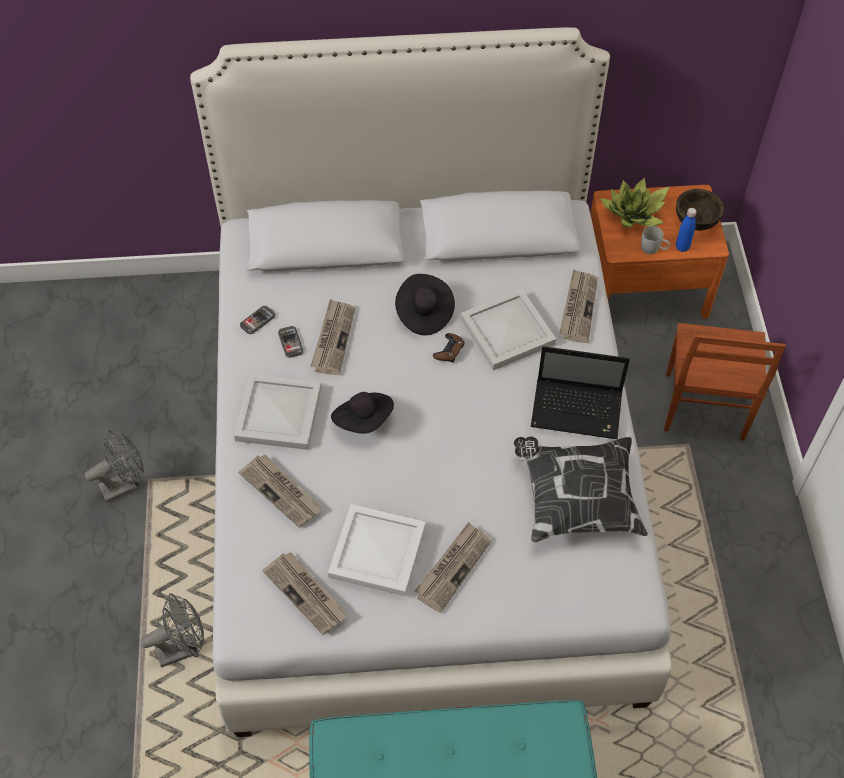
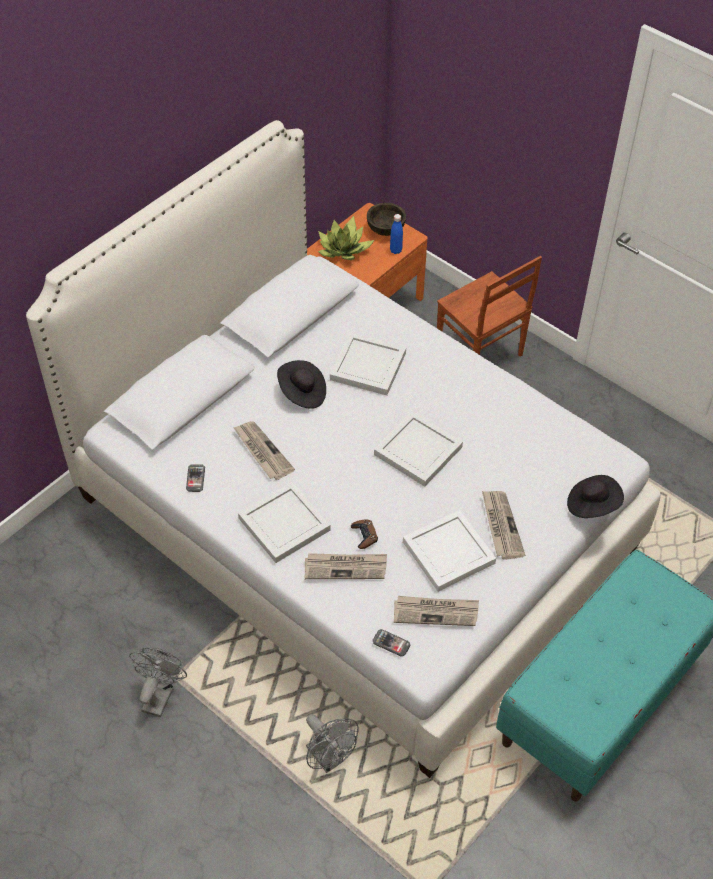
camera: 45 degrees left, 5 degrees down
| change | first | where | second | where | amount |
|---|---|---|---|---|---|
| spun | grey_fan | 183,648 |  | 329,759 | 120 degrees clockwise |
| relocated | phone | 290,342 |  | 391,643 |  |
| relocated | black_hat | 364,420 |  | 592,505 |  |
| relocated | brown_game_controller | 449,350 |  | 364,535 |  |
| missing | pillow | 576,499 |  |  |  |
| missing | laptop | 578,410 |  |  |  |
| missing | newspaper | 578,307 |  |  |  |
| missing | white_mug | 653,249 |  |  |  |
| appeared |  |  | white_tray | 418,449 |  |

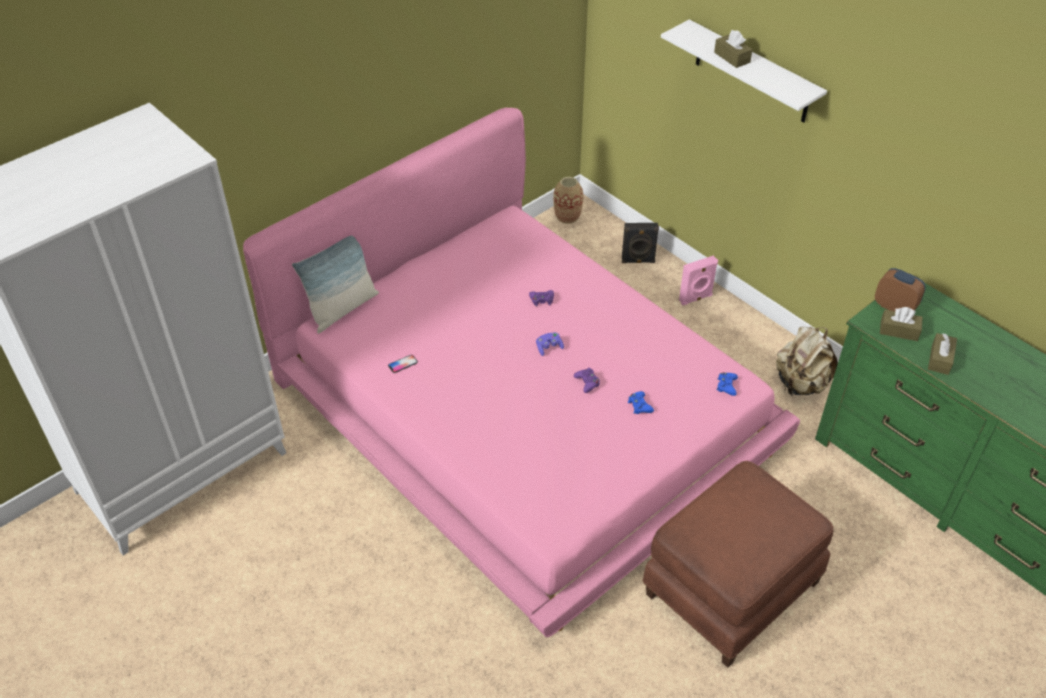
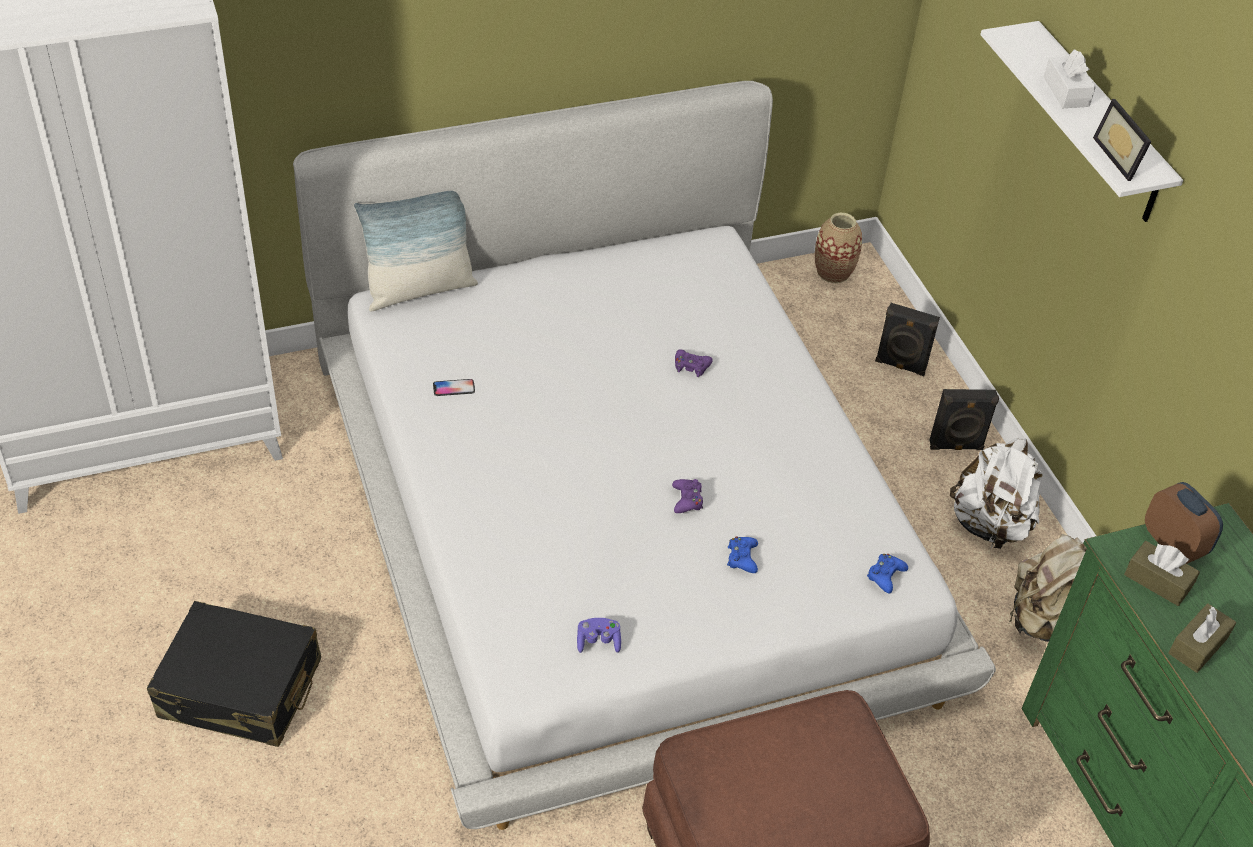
camera: 20 degrees right, 0 degrees up
| change | first | where | second | where | amount |
|---|---|---|---|---|---|
| colour | pink_bed | 523,411 | white_bed | 619,516 |  |
| relocated | purple_game_controller | 549,347 |  | 598,641 |  |
| colour | pink_speaker | 696,298 | black_speaker | 956,446 |  |
| colour | brown_tissue_box | 732,57 | white_tissue_box | 1066,92 |  |
| appeared |  |  | black_suitcase | 240,689 |  |
| appeared |  |  | white_backpack | 989,525 |  |
| appeared |  |  | picture_frame | 1121,157 |  |

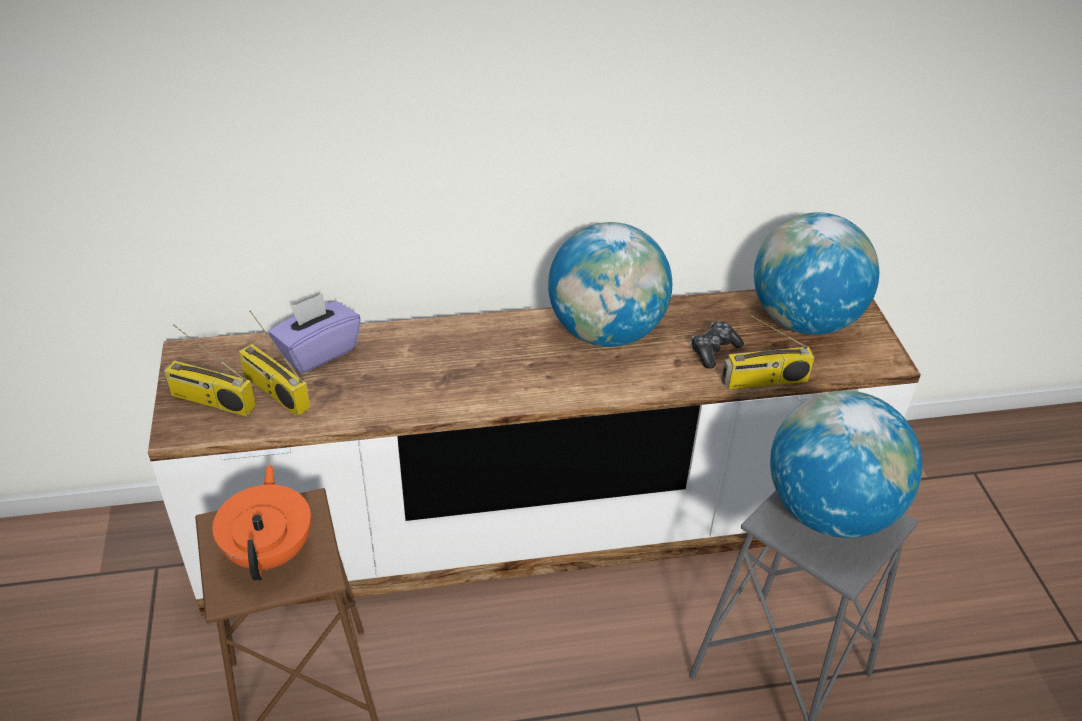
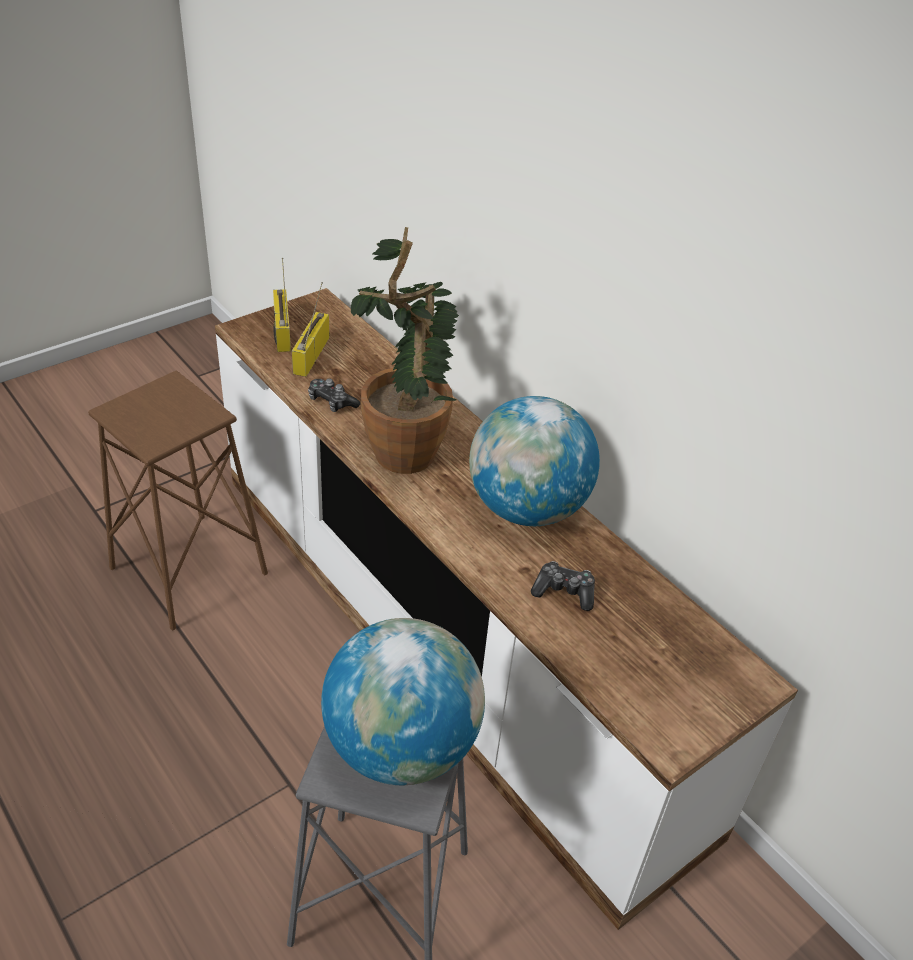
camera: 60 degrees right, 0 degrees up
| change | first | where | second | where | amount |
|---|---|---|---|---|---|
| missing | orange_teapot | 270,550 |  |  |  |
| missing | purple_tissue_box | 318,351 |  |  |  |
| missing | radio | 764,381 |  |  |  |
| missing | globe | 803,320 |  |  |  |
| appeared |  |  | game_controller | 331,402 |  |
| appeared |  |  | potted_plant | 412,444 |  |

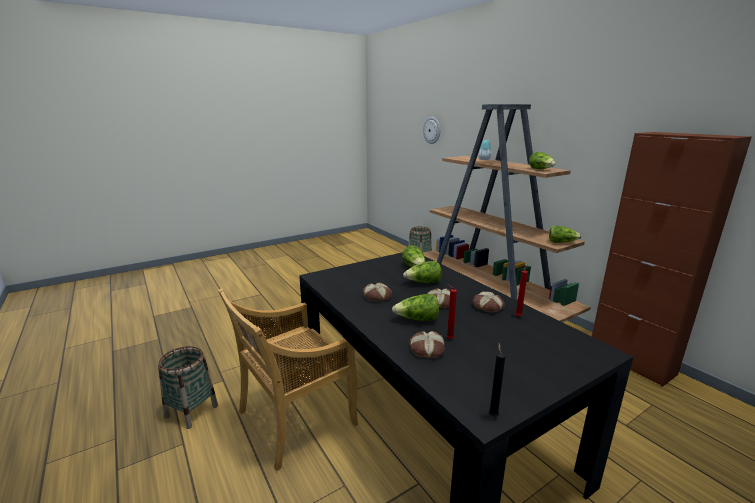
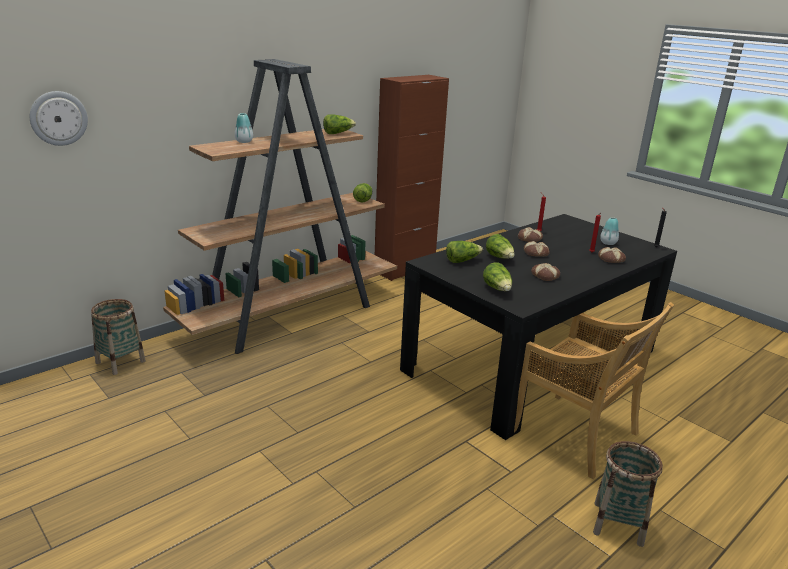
camera: 100 degrees left, 5 degrees up
| change | first | where | second | where | amount |
|---|---|---|---|---|---|
| relocated | lettuce | 417,319 |  | 498,289 |  |
| appeared |  |  | vase | 608,243 |  |

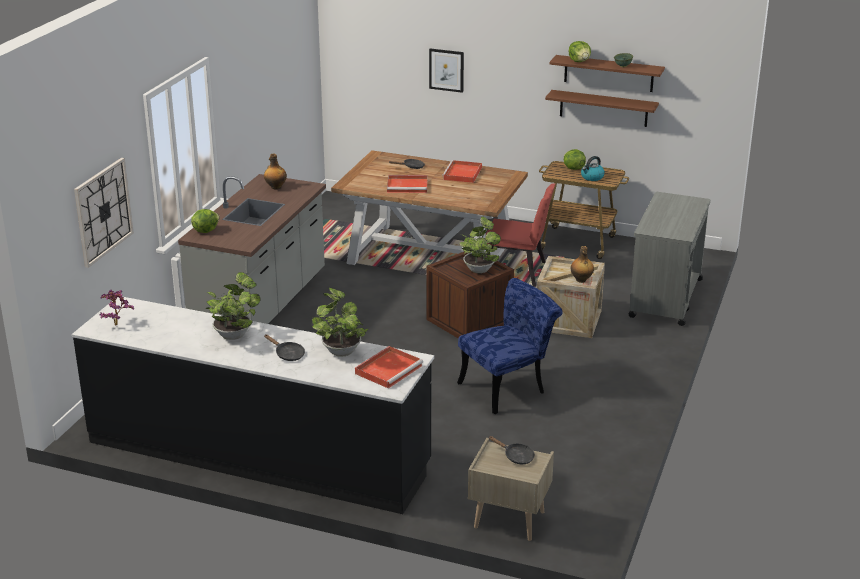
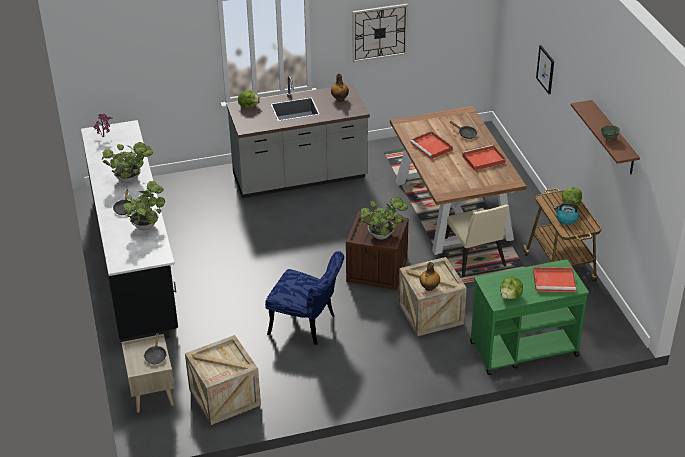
camera: 55 degrees right, 10 degrees up
| change | first | where | second | where | amount |
|---|---|---|---|---|---|
| relocated | wall_clock | 103,211 |  | 379,32 |  |
| relocated | red_tray | 389,369 |  | 555,281 |  |
| colour | red_chair | 516,272 | beige_chair | 474,259 |  |
| missing | brown_shelf | 603,108 |  |  |  |
| relocated | lettuce | 579,61 |  | 510,296 |  |
| colour | grey_cart | 665,298 | green_cart | 523,349 |  |
| appeared |  |  | crate | 224,397 |  |

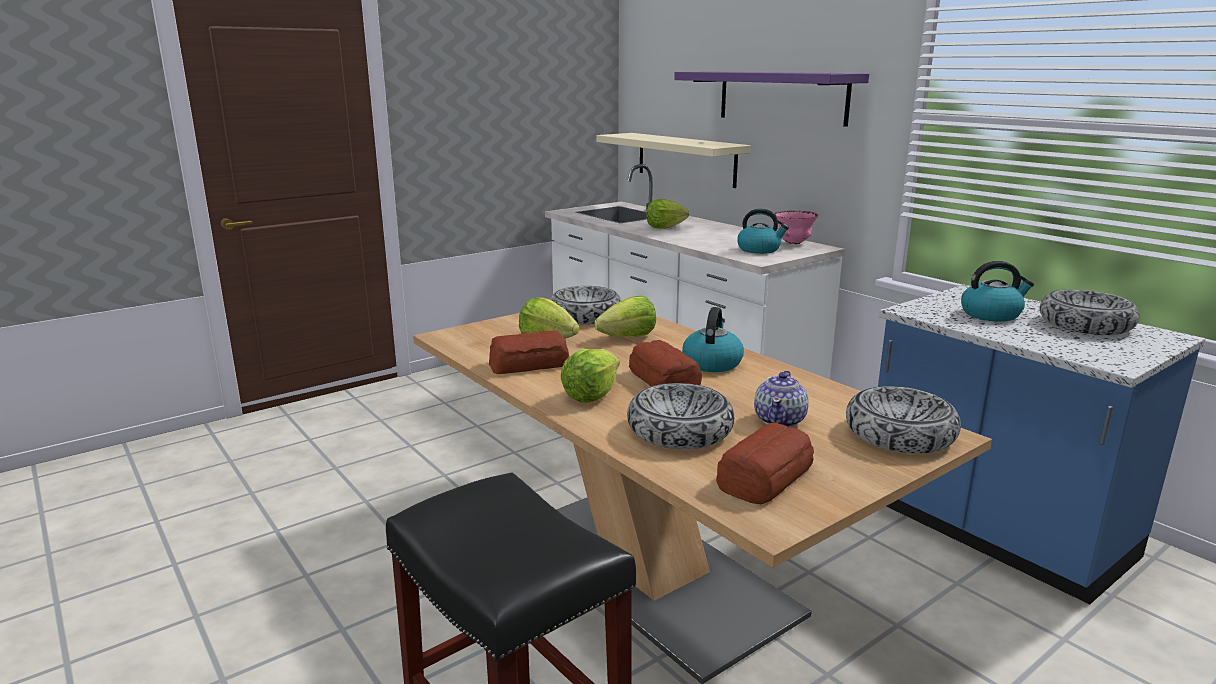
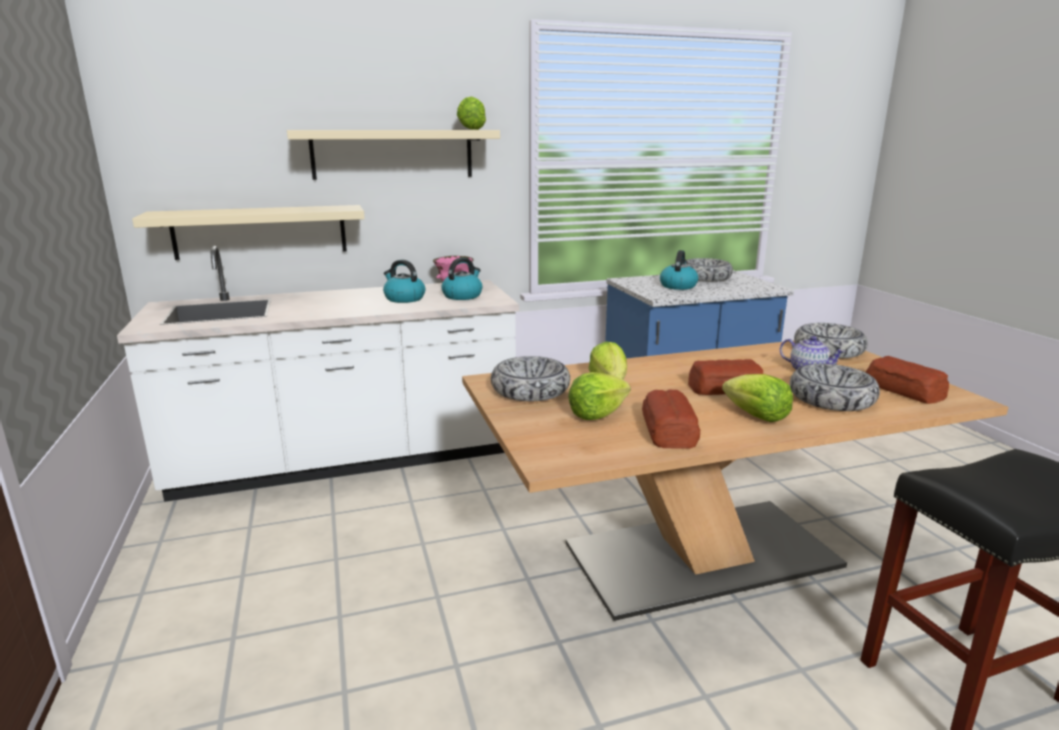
camera: 70 degrees left, 0 degrees up
| change | first | where | second | where | amount |
|---|---|---|---|---|---|
| relocated | lettuce | 665,227 |  | 472,129 |  |
| colour | purple_shelf | 781,97 | beige_shelf | 393,154 |  |
| relocated | kettle | 712,363 |  | 404,298 |  |

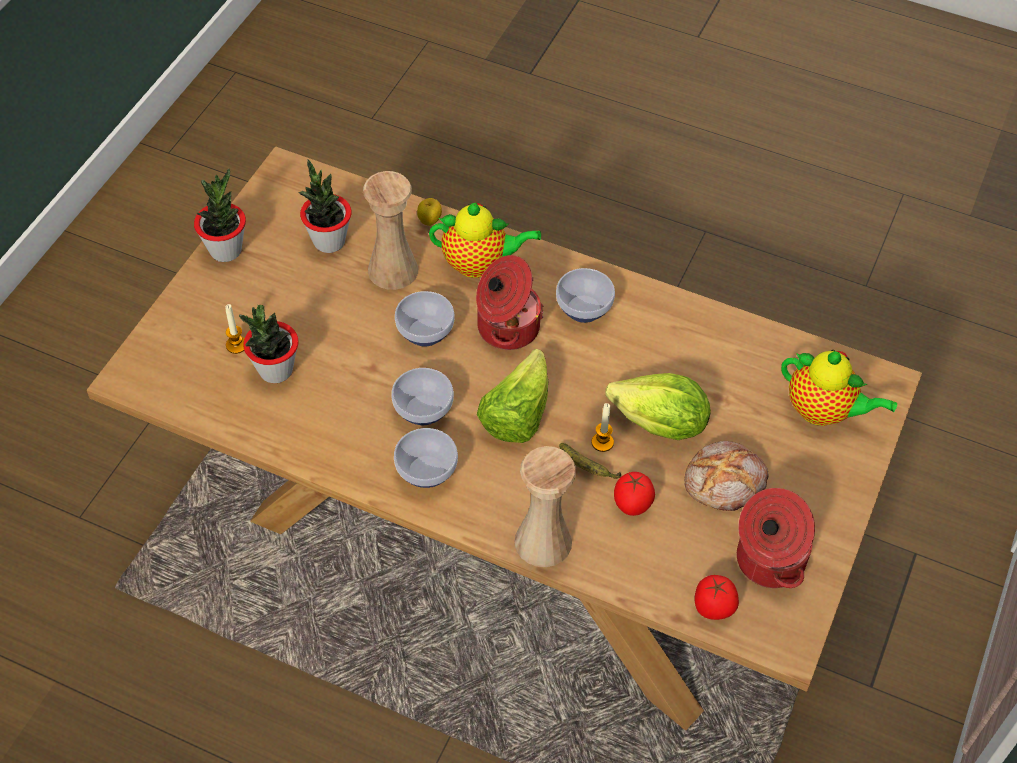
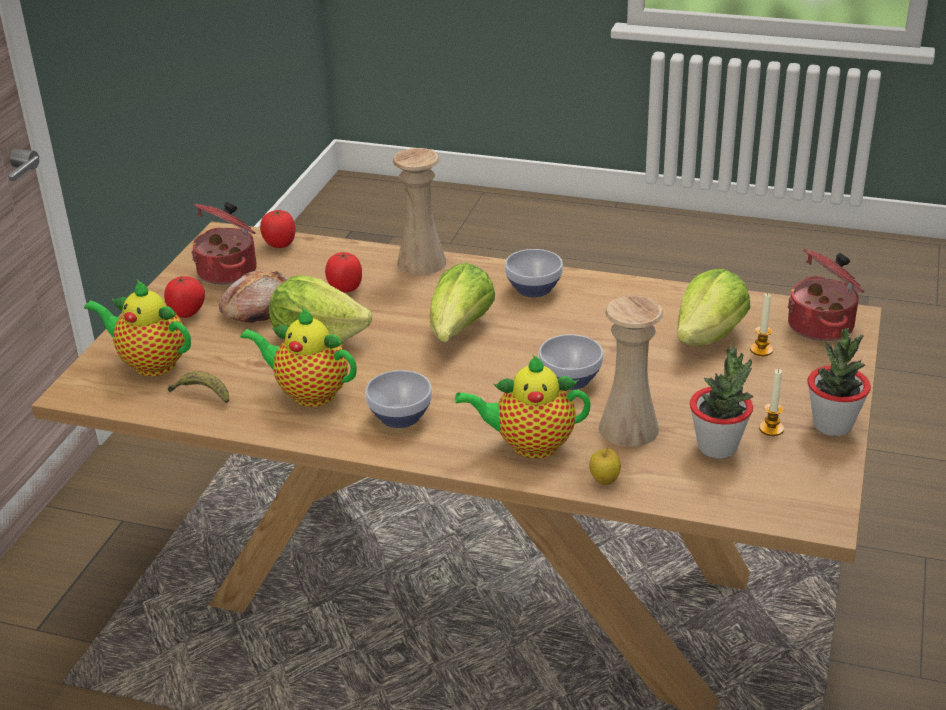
camera: 175 degrees right, 20 degrees down
| change | first | where | second | where | amount |
|---|---|---|---|---|---|
| exchanged | potted_plant | 275,370 | lettuce | 709,336 |  |
| missing | bowl | 423,412 |  |  |  |
| relocated | cooking_pot | 506,327 |  | 822,326 |  |
| relocated | banana | 586,468 |  | 202,394 |  |
| relocated | candle | 602,442 |  | 771,429 |  |
| appeared |  |  | tomato | 187,313 |  |
| appeared |  |  | teapot | 308,393 |  |

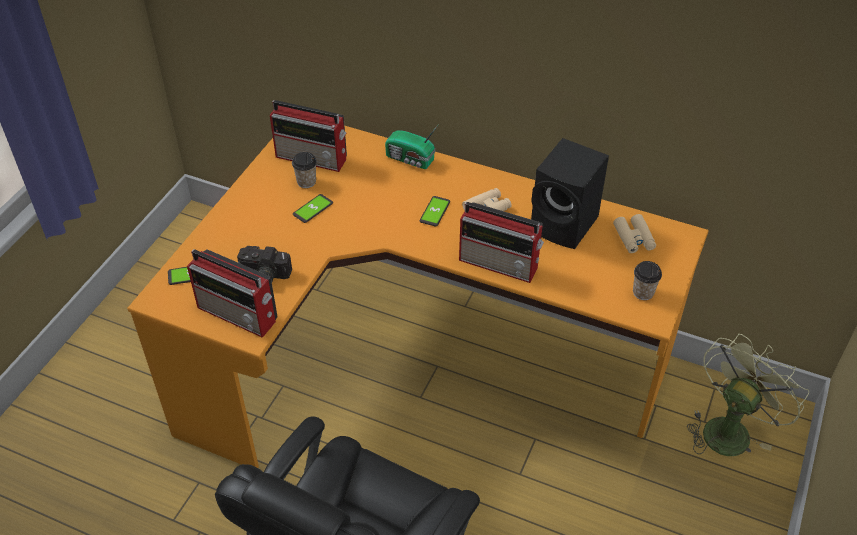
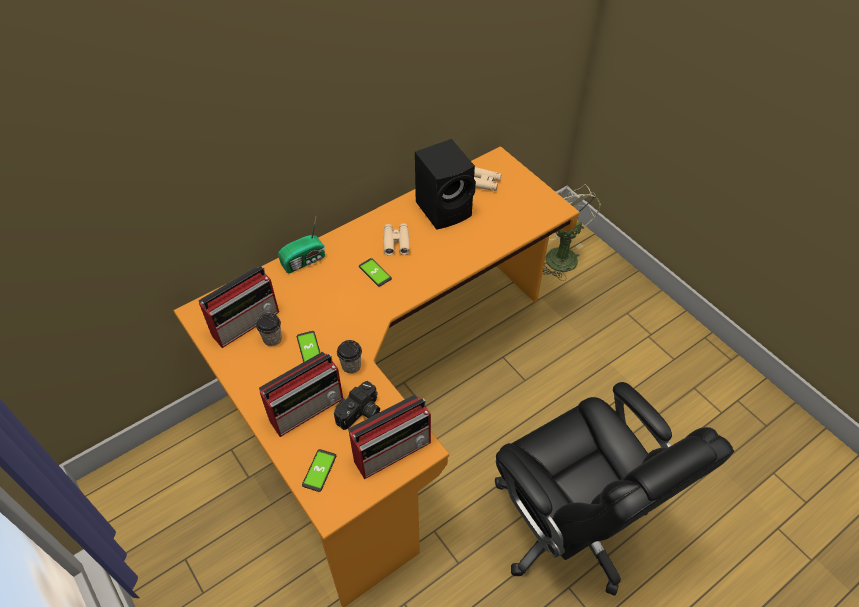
camera: 60 degrees left, 5 degrees up
| change | first | where | second | where | amount |
|---|---|---|---|---|---|
| relocated | radio | 500,264 |  | 307,408 |  |
| relocated | cup | 643,292 |  | 351,366 |  |

